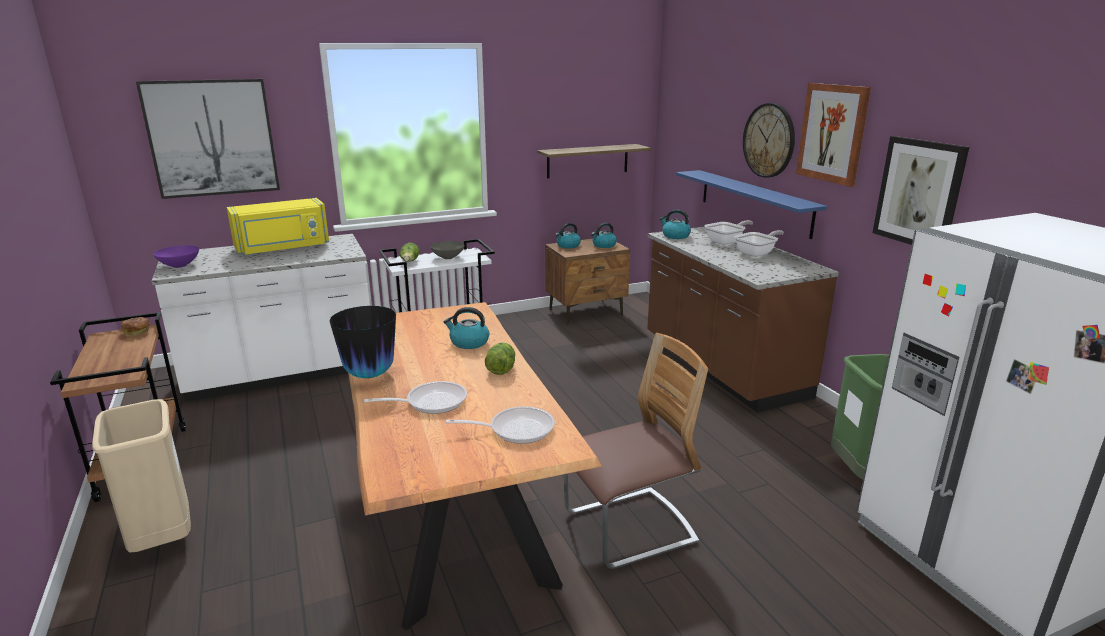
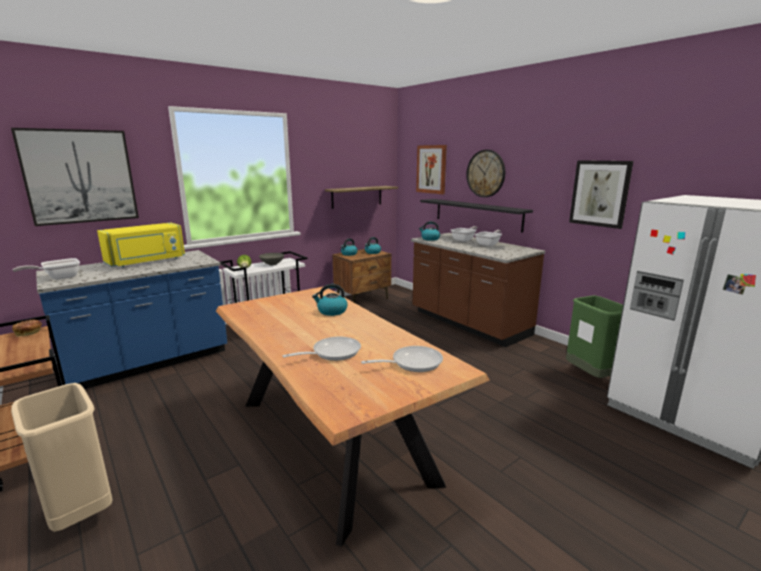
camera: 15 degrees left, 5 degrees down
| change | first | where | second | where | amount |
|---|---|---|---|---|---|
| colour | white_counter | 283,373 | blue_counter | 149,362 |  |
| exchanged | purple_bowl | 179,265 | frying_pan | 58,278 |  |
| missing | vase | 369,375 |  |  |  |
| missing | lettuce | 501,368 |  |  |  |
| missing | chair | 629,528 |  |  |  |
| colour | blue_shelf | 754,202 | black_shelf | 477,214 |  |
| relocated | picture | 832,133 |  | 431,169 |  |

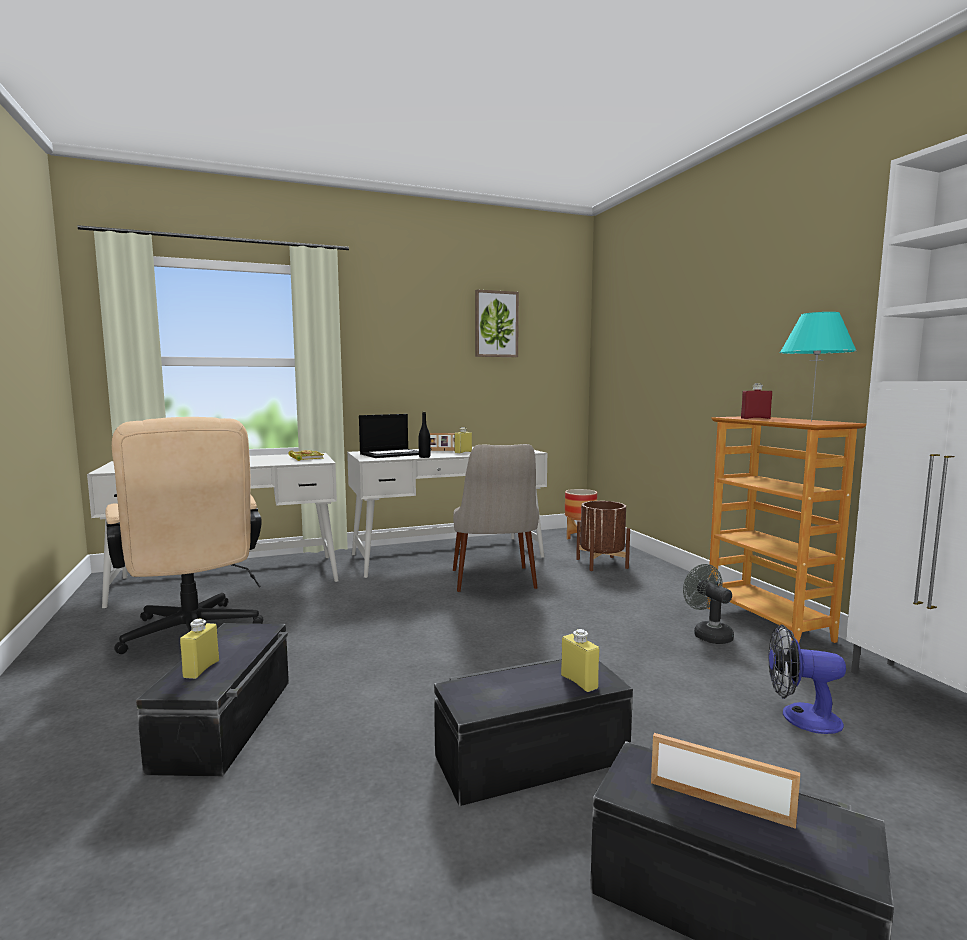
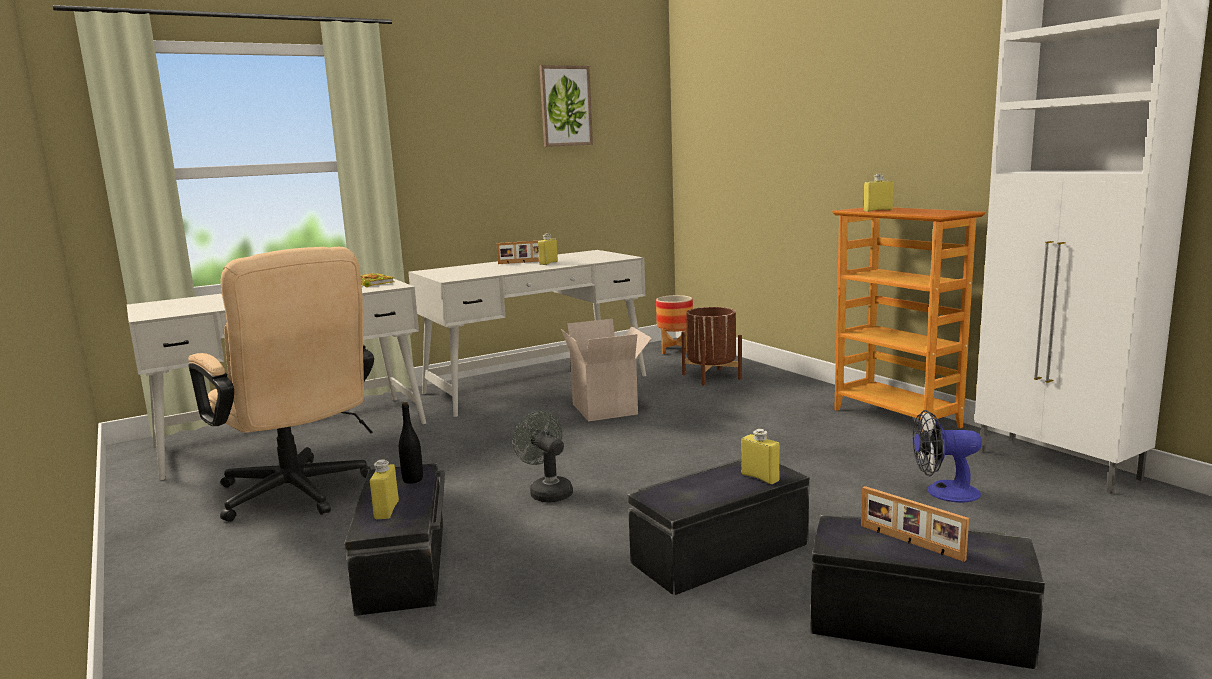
camera: 10 degrees left, 5 degrees up
| change | first | where | second | where | amount |
|---|---|---|---|---|---|
| missing | laptop | 392,454 |  |  |  |
| relocated | black_bottle | 424,457 |  | 413,480 |  |
| exchanged | beige_chair | 495,584 | cardboard_box | 607,409 |  |
| spun | picture_frame | 720,801 |  | 910,543 | 150 degrees counterclockwise |
| relocated | grey_fan | 708,634 |  | 547,492 |  |
| colour | red_bottle | 755,418 | yellow_bottle | 877,210 |  |
| missing | turquoise_table_lamp | 811,421 |  |  |  |

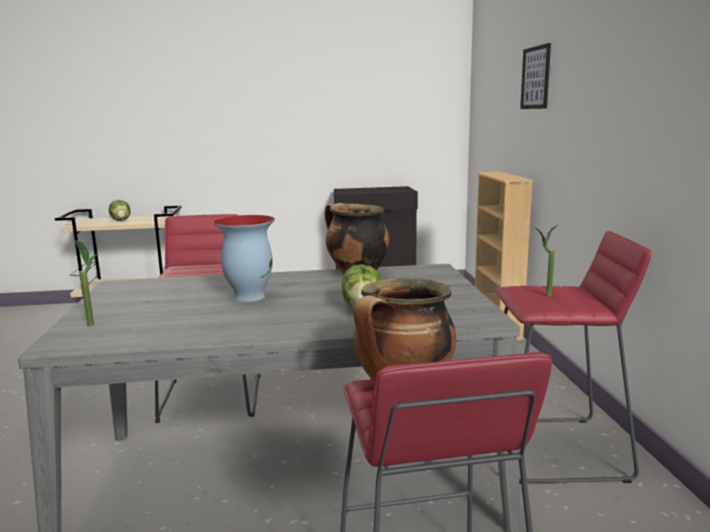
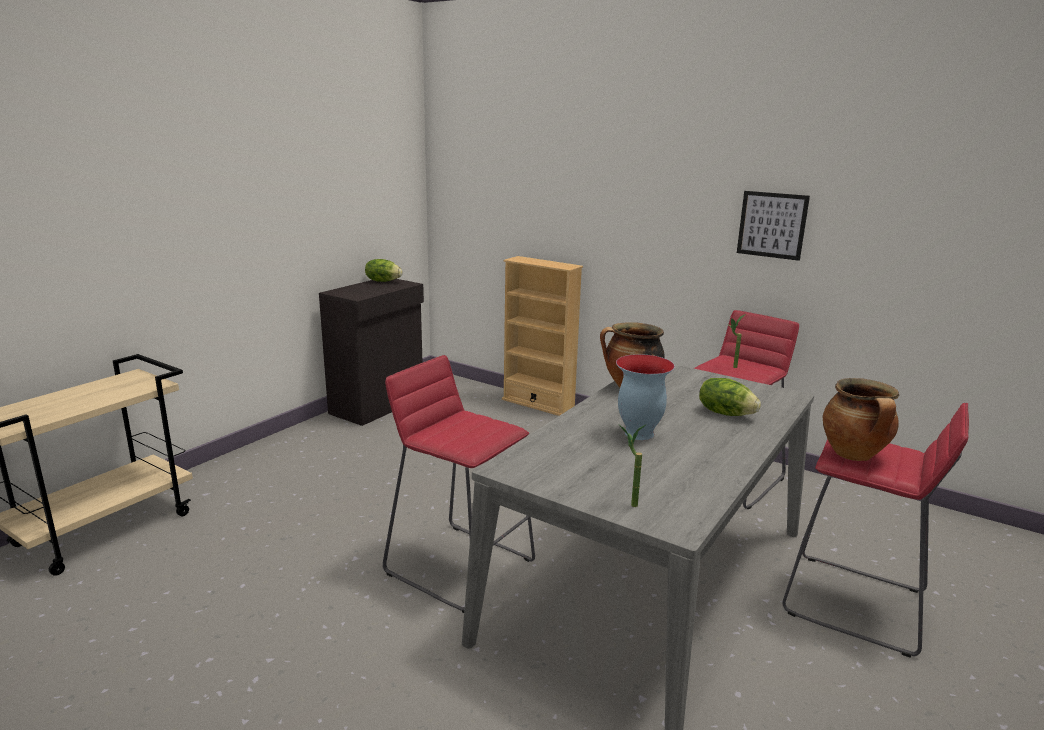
camera: 50 degrees left, 5 degrees up
| change | first | where | second | where | amount |
|---|---|---|---|---|---|
| relocated | lettuce | 121,220 |  | 383,281 |  |
| relocated | picture | 535,78 |  | 772,225 |  |

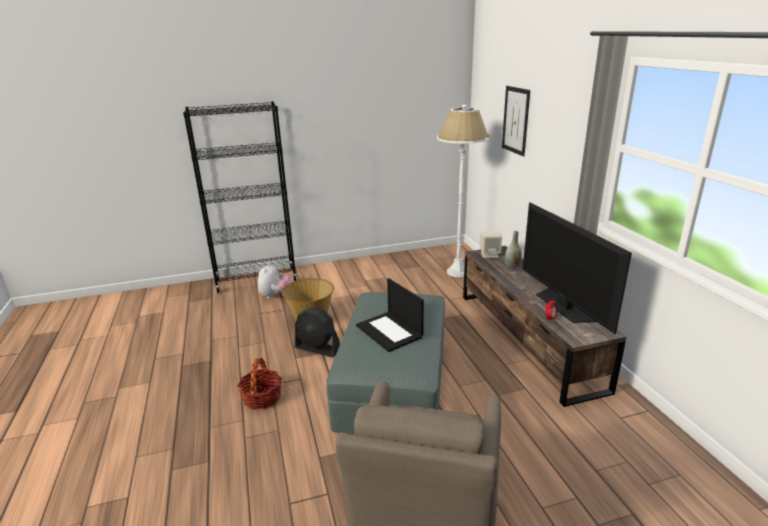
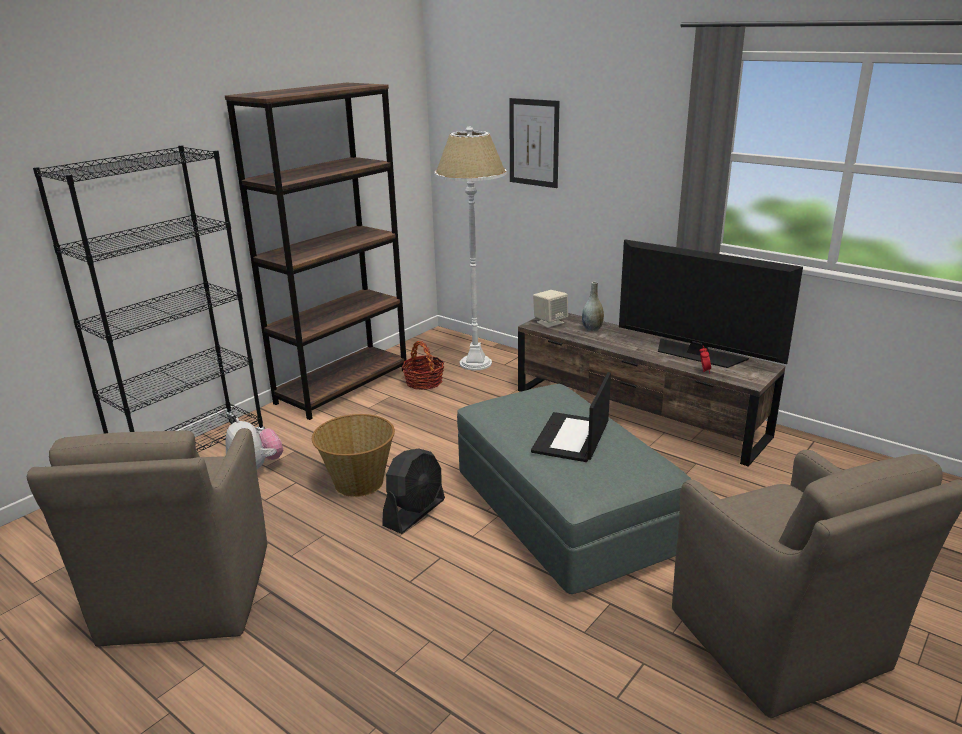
camera: 35 degrees left, 0 degrees up
| change | first | where | second | where | amount |
|---|---|---|---|---|---|
| relocated | basket | 262,398 |  | 424,382 |  |
| spun | black_fan | 317,348 |  | 414,512 | 45 degrees counterclockwise |
| spun | laptop | 390,331 |  | 571,438 | 90 degrees clockwise |
| appeared |  |  | brown_armchair | 185,597 |  |
| appeared |  |  | brown_bookcase | 343,386 |  |

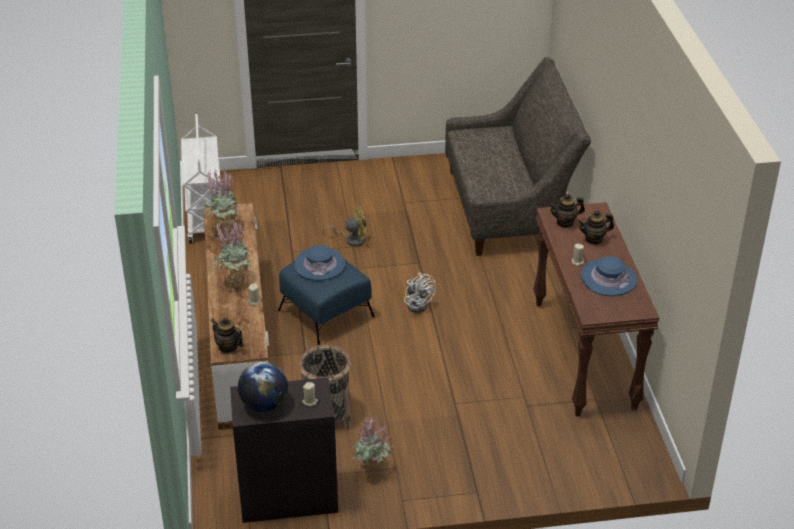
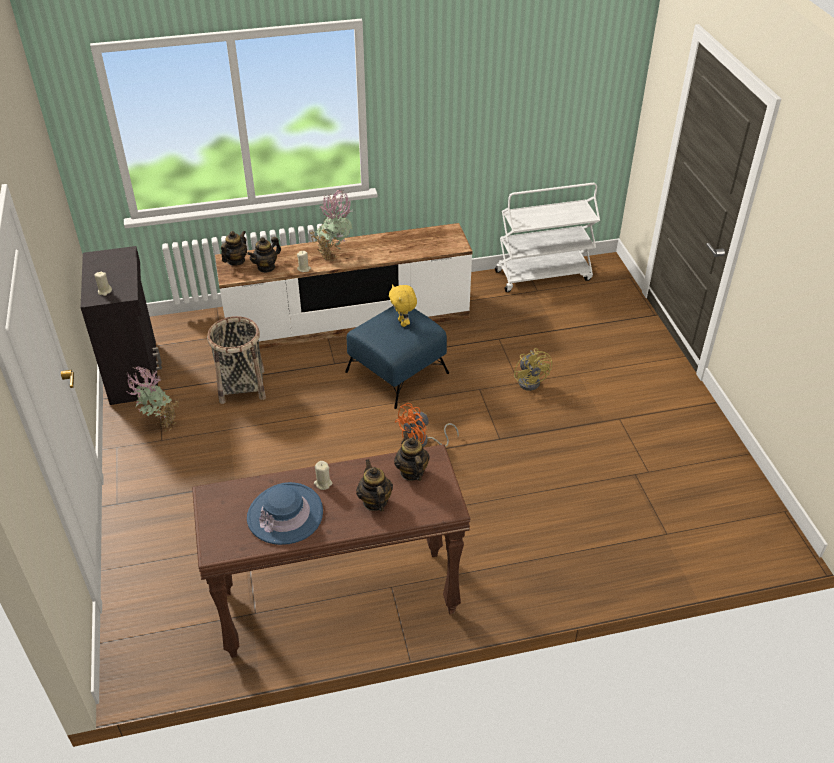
camera: 85 degrees right, 5 degrees up
| change | first | where | second | where | amount |
|---|---|---|---|---|---|
| missing | potted_plant | 223,230 |  |  |  |
| missing | globe | 264,405 |  |  |  |
| exchanged | blue_hat | 319,265 | yellow_plush_toy | 403,323 |  |
| colour | white_fan | 418,304 | orange_fan | 422,442 |  |
| missing | grey_sofa | 509,208 |  |  |  |
| appeared |  |  | teapot | 266,267 |  |

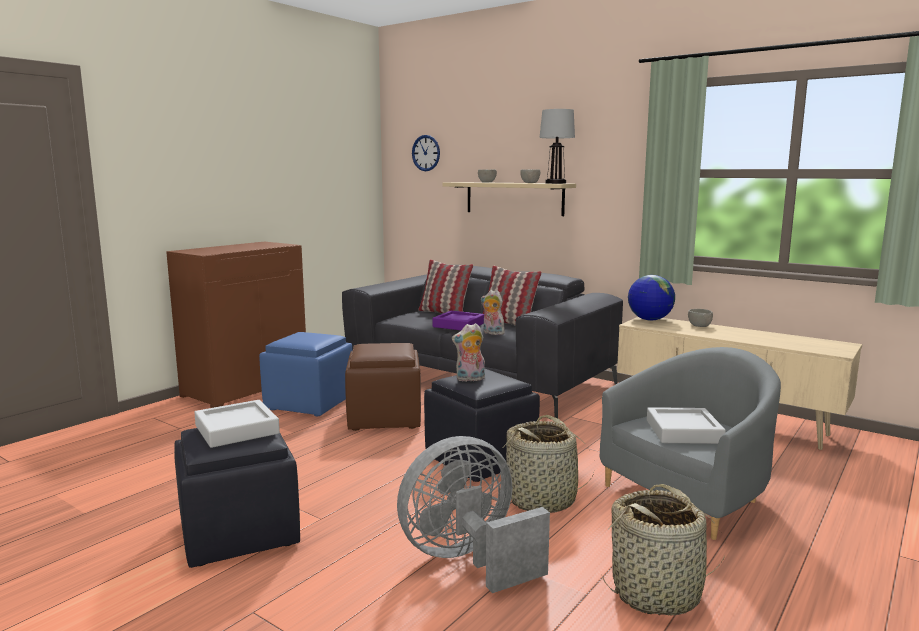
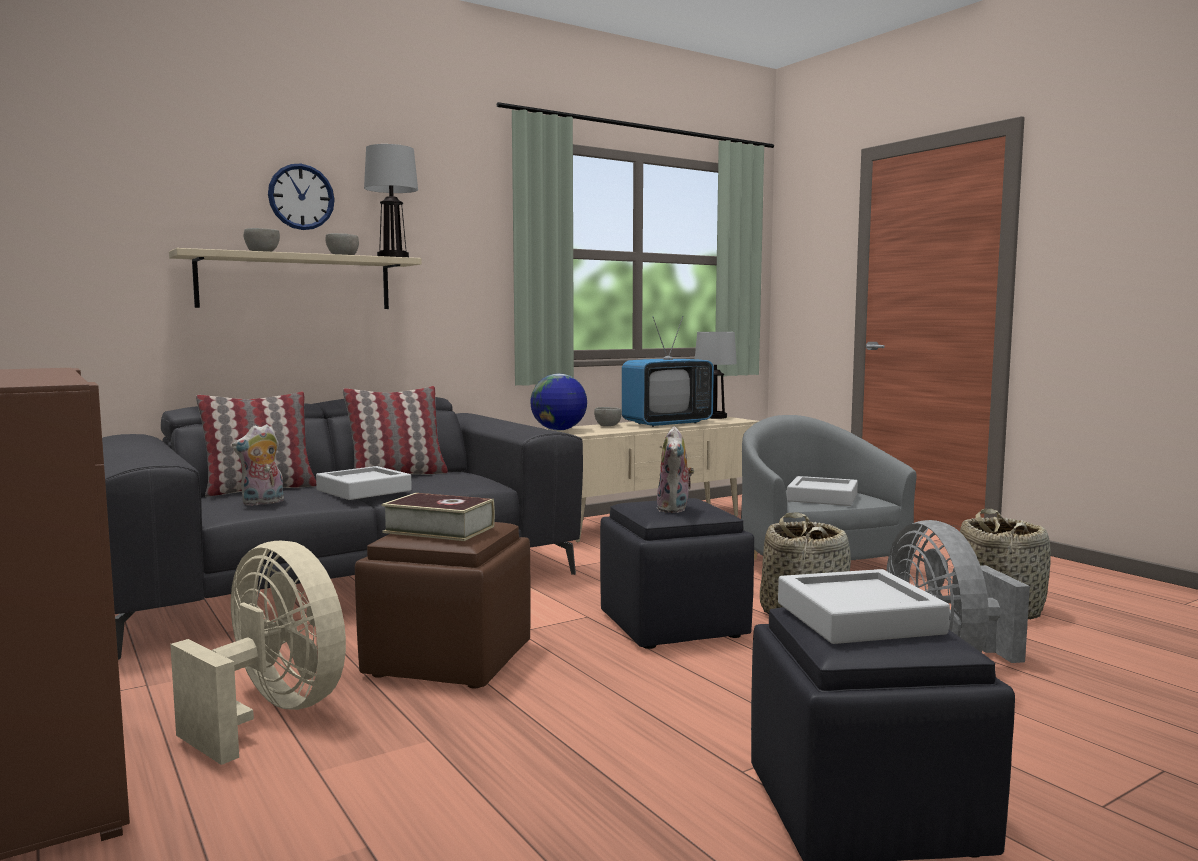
camera: 70 degrees left, 5 degrees down
| change | first | where | second | where | amount |
|---|---|---|---|---|---|
| exchanged | blue_ottoman | 309,403 | beige_fan | 272,714 |  |
| relocated | wall_clock | 426,153 |  | 301,197 |  |
| colour | purple_tray | 458,325 | grey_tray | 364,490 |  |
| relocated | plush_toy | 492,333 |  | 262,503 |  |
| appeared |  |  | book | 439,529 |  |
| appeared |  |  | television | 667,423 |  |
| appeared |  |  | table_lamp | 714,417 |  |

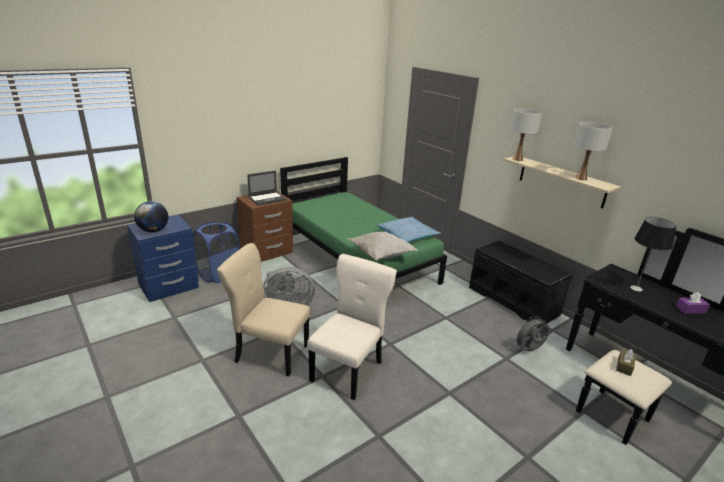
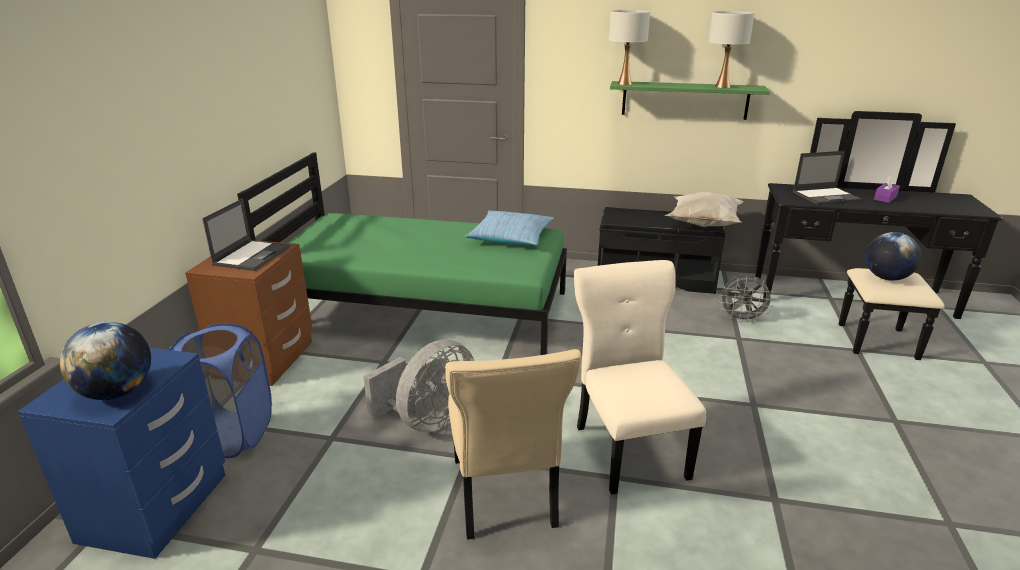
camera: 40 degrees left, 0 degrees up
| change | first | where | second | where | amount |
|---|---|---|---|---|---|
| spun | beige_chair | 269,353 |  | 504,496 | 75 degrees counterclockwise |
| relocated | white_pillow | 380,255 |  | 702,225 |  |
| colour | beige_shelf | 561,181 | green_shelf | 684,100 |  |
| spun | grey_fan | 529,350 |  | 741,319 | 105 degrees counterclockwise |
| exchanged | brown_tissue_box | 624,366 | globe | 886,278 |  |
| exchanged | table_lamp | 636,288 | laptop | 826,196 |  |

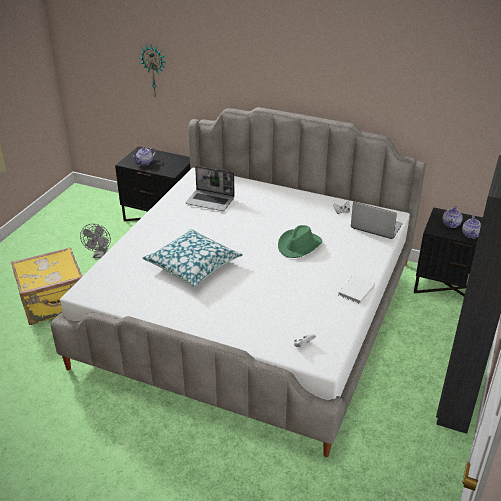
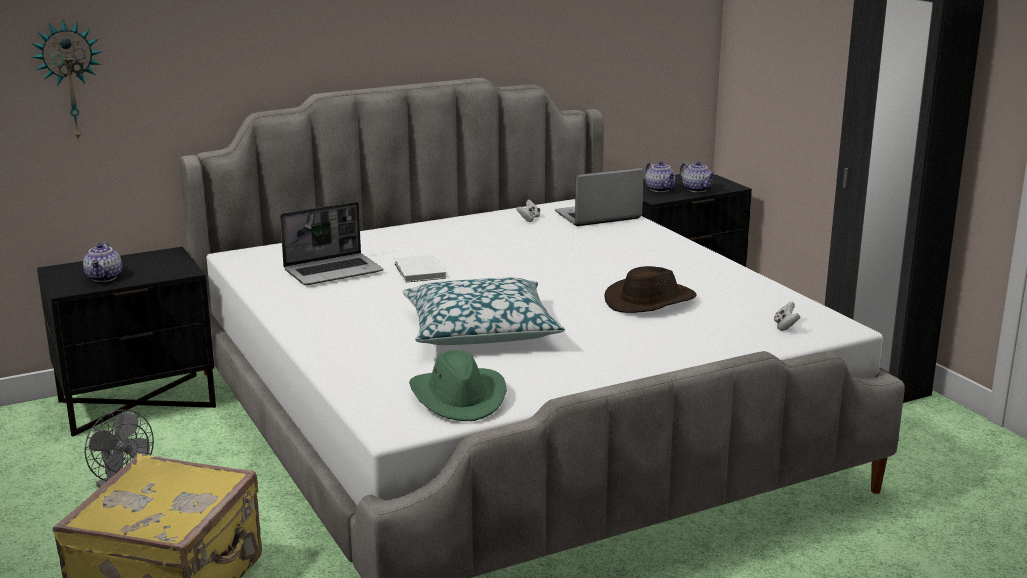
camera: 50 degrees left, 15 degrees down
| change | first | where | second | where | amount |
|---|---|---|---|---|---|
| relocated | green_hat | 299,245 |  | 459,397 |  |
| relocated | white_book | 355,291 |  | 419,272 |  |
| appeared |  |  | brown_hat | 650,301 |  |

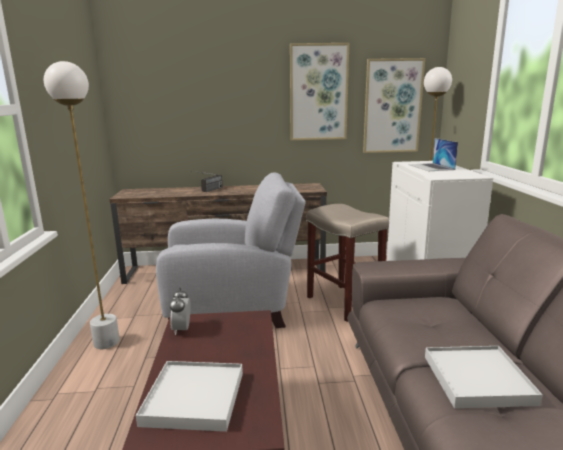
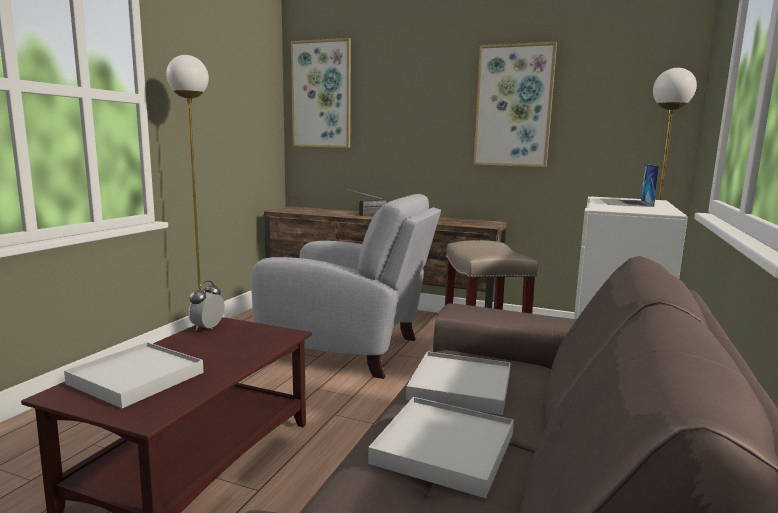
camera: 25 degrees right, 5 degrees down
| change | first | where | second | where | amount |
|---|---|---|---|---|---|
| relocated | picture | 392,106 |  | 321,94 |  |
| appeared |  |  | white_tray | 460,386 |  |

